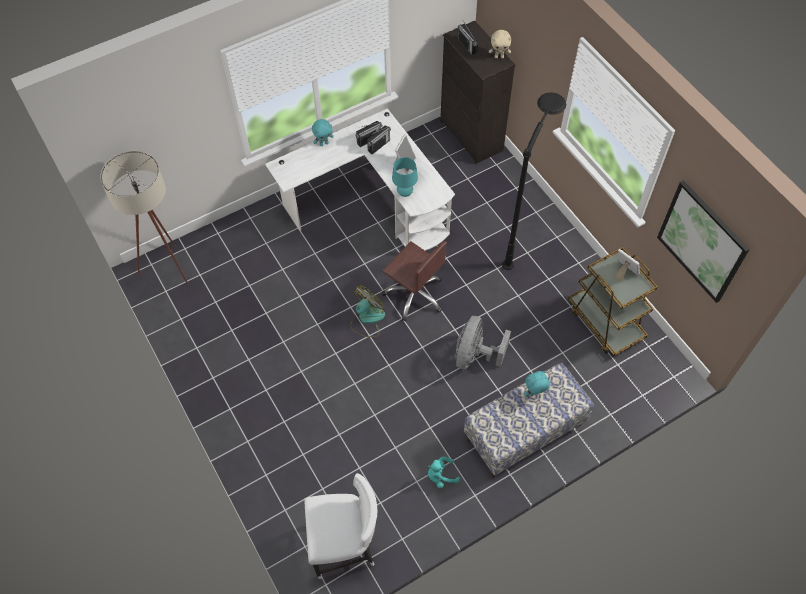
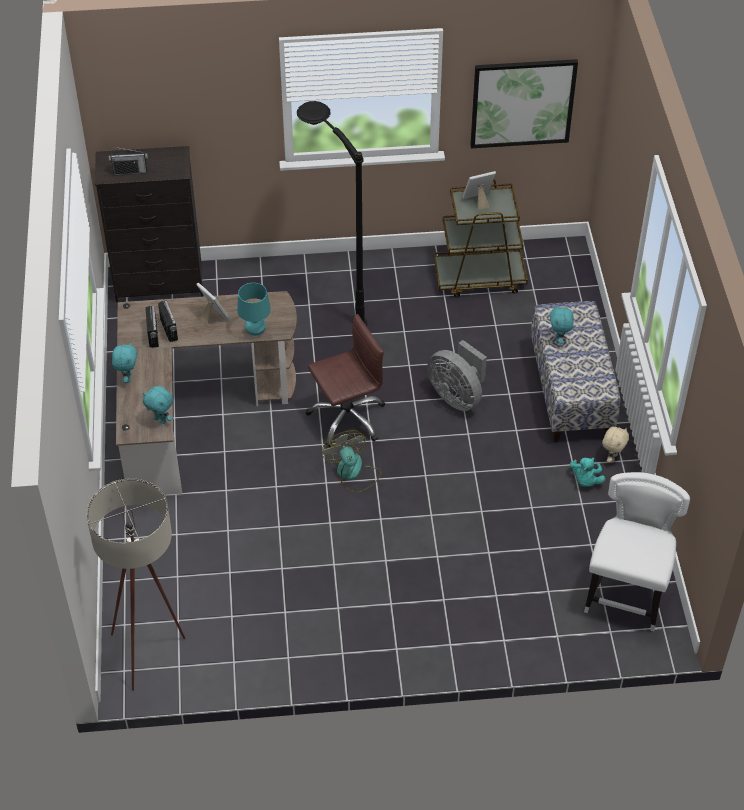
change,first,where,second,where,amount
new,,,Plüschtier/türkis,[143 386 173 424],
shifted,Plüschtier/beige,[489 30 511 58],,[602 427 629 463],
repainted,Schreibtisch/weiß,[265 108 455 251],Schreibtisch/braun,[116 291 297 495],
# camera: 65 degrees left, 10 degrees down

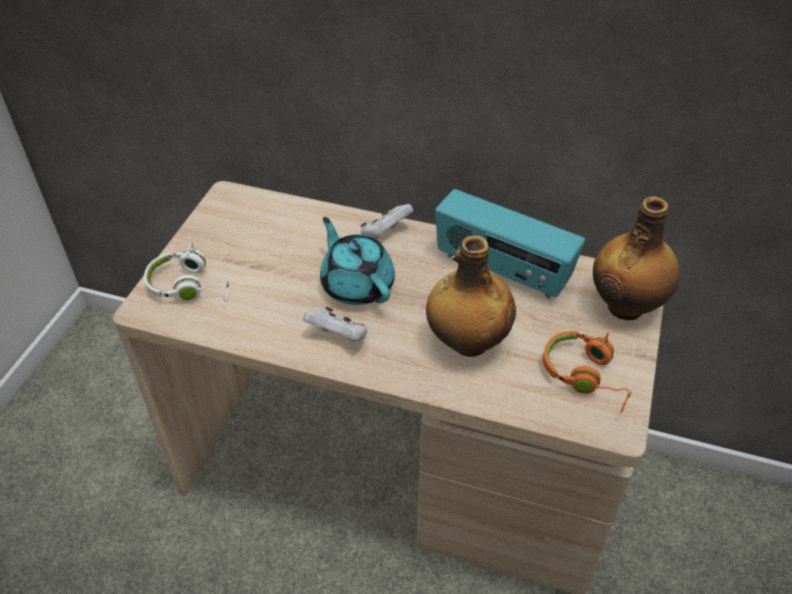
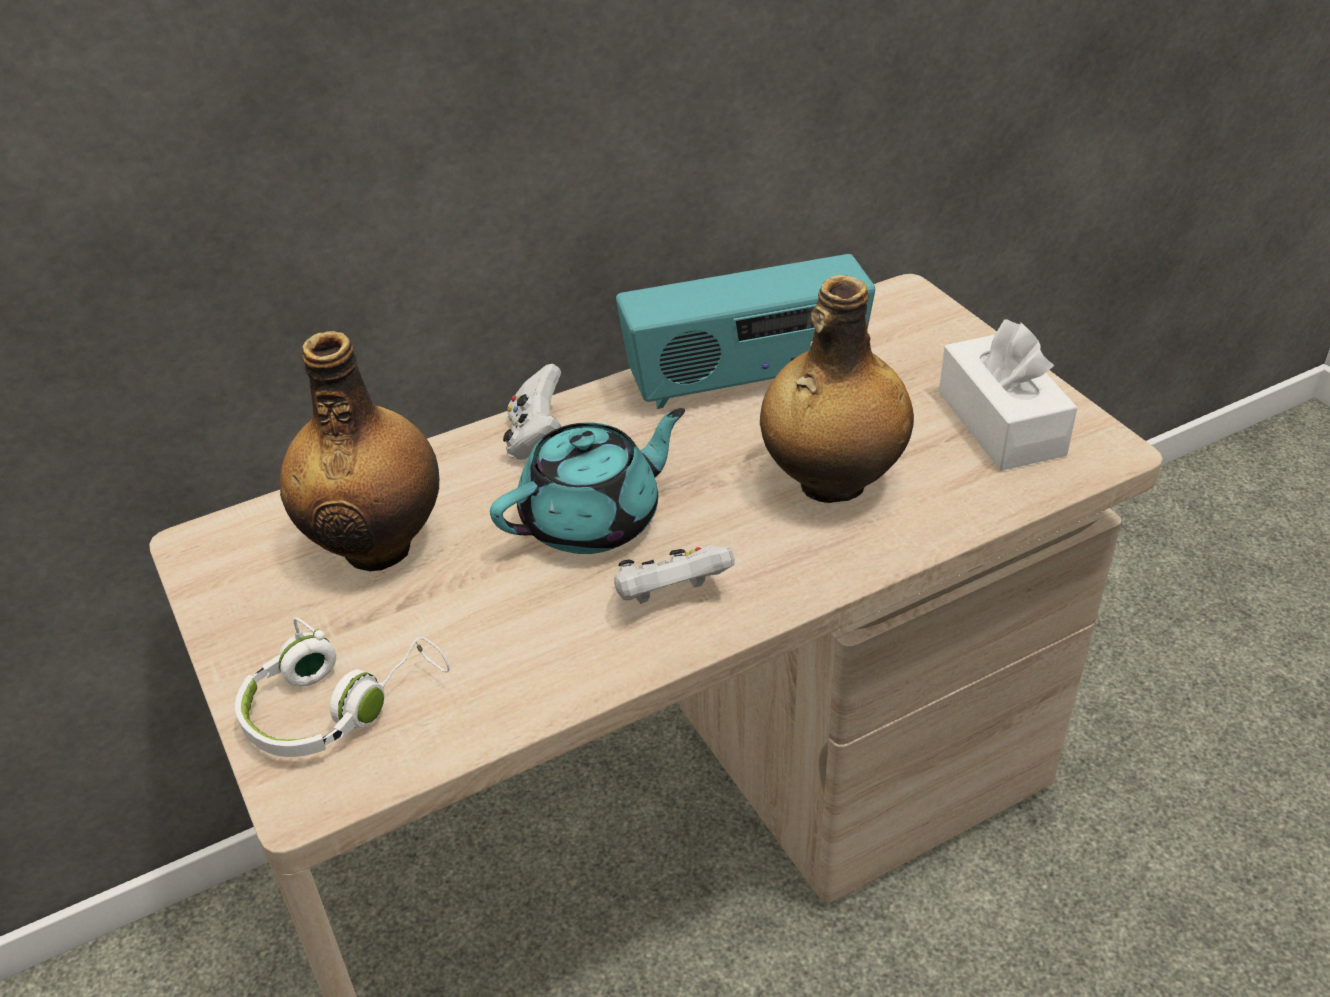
change,first,where,second,where,amount
shifted,Flasche,[593 196 680 320],,[280 331 439 571],
swapped,Kopfhörer/orange,[543 331 632 413],Taschentuchbox/weiß,[939 319 1078 471],
rotated,Teekanne/türkis,[320 217 395 305],,[490 408 685 554],135 degrees clockwise
# camera: 45 degrees left, 5 degrees down

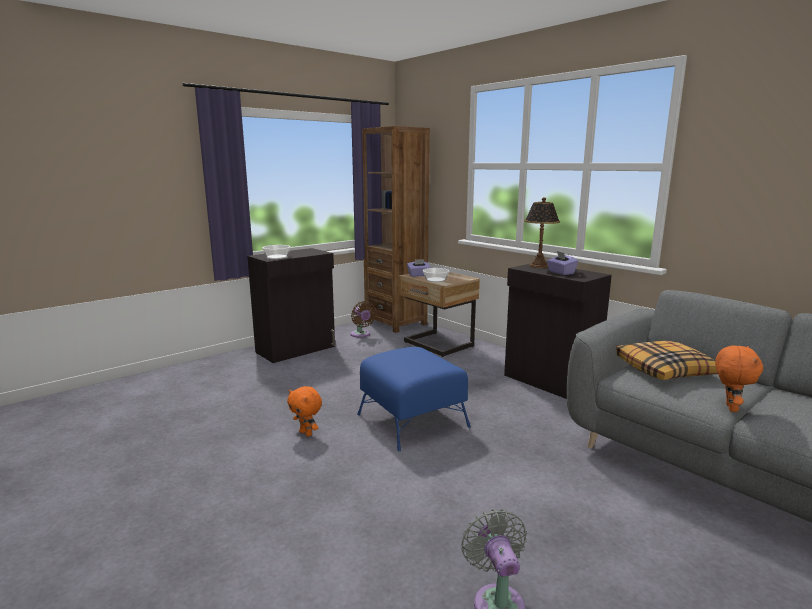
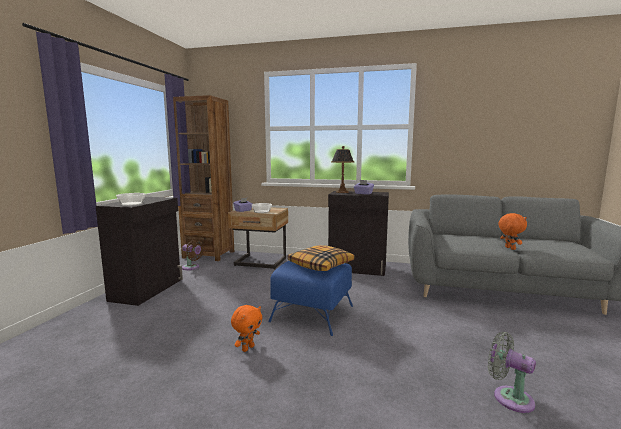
change,first,where,second,where,amount
shifted,Kissen,[616 341 718 380],,[287 245 355 271],
rotated,Plüschtier/orange,[287 386 322 436],,[231 305 262 352],60 degrees counterclockwise
# camera: 35 degrees left, 5 degrees down

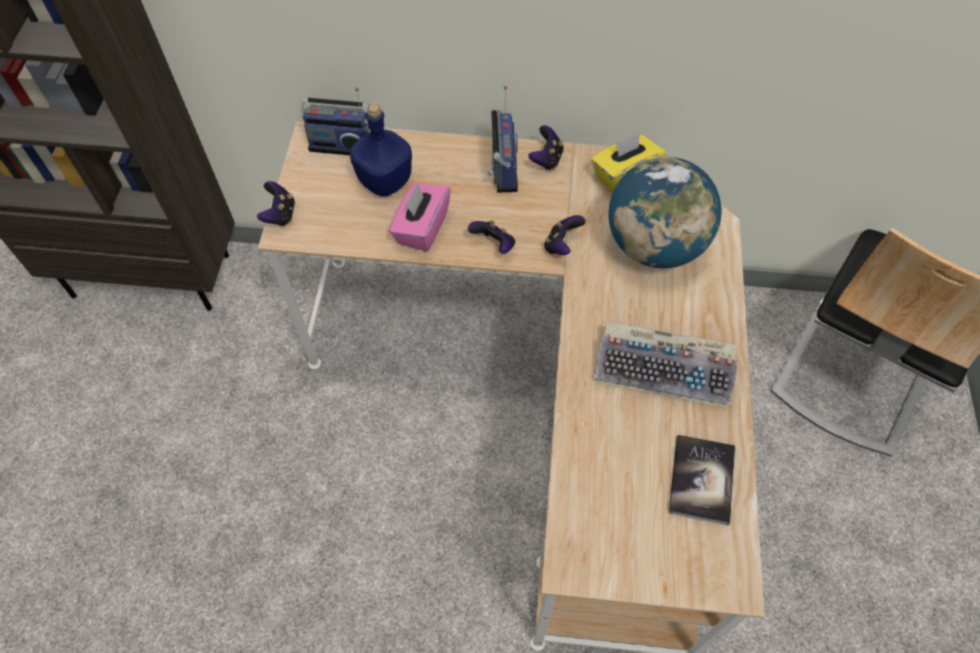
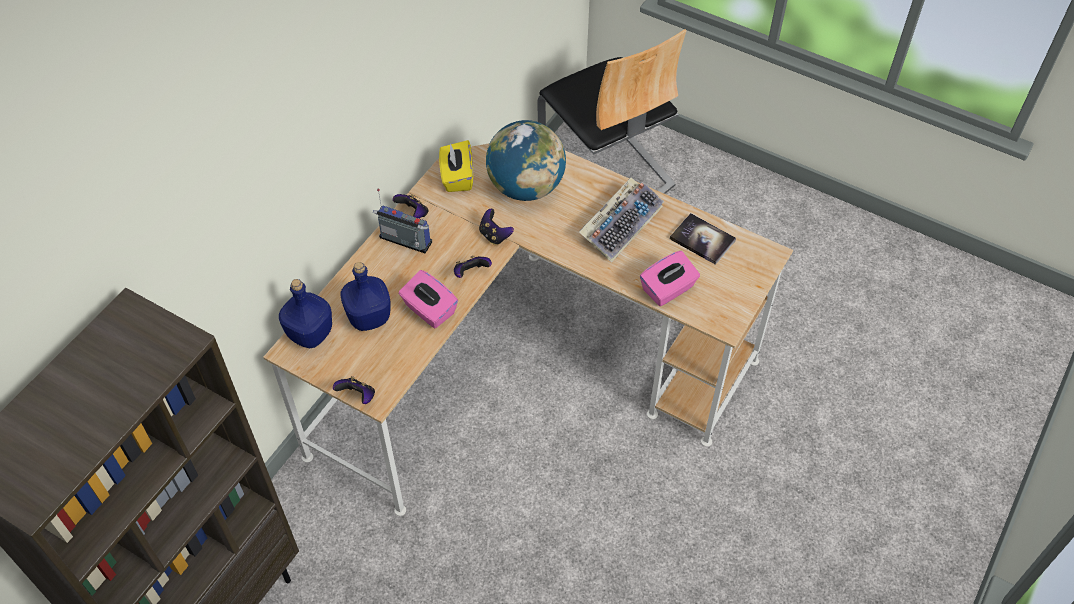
change,first,where,second,where,amount
new,,,Taschentuchbox/rosa,[640 251 700 306],
swapped,Radio,[301 88 369 155],Flasche/blau,[279 279 332 348],
# camera: 65 degrees left, 5 degrees down

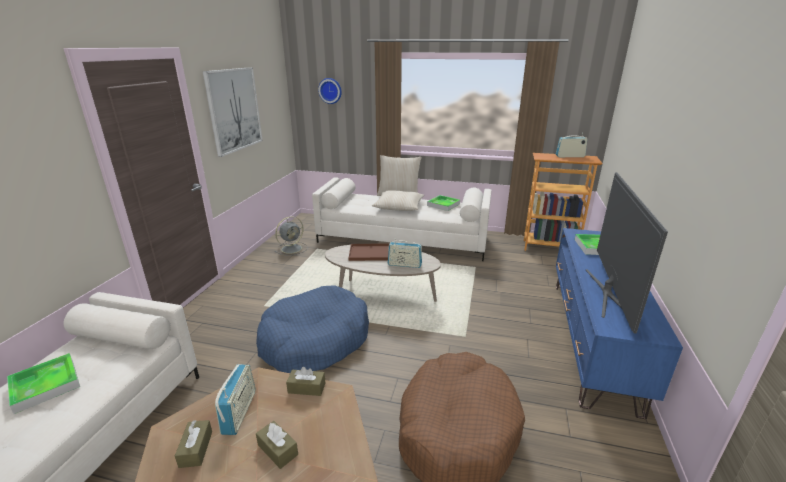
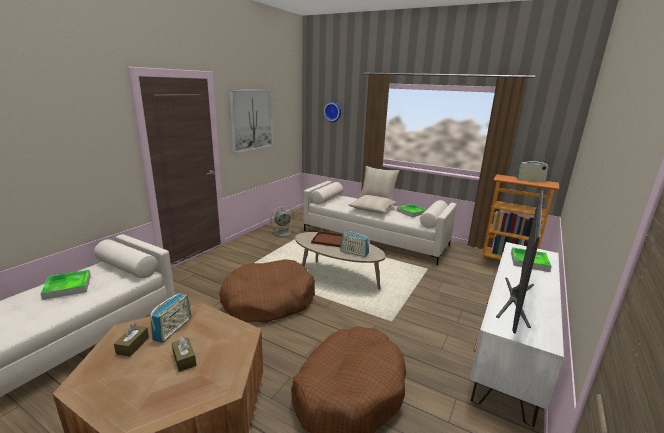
change,first,where,second,where,amount
gone,Taschentuchbox/braun,[286 367 325 396],,,
repainted,Hundebett/blau,[256 285 369 373],Hundebett/braun,[220 259 315 323],
repainted,Fernsehschrank/blau,[556 228 683 419],Fernsehschrank/weiß,[470 242 564 427],
# camera: 15 degrees right, 5 degrees down

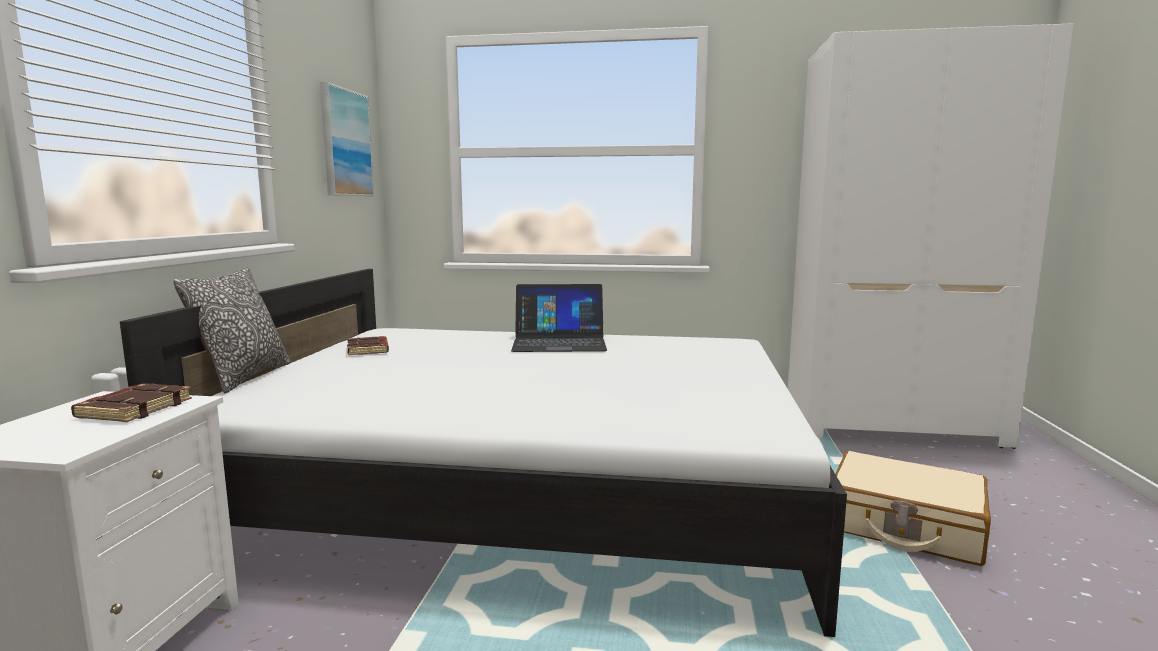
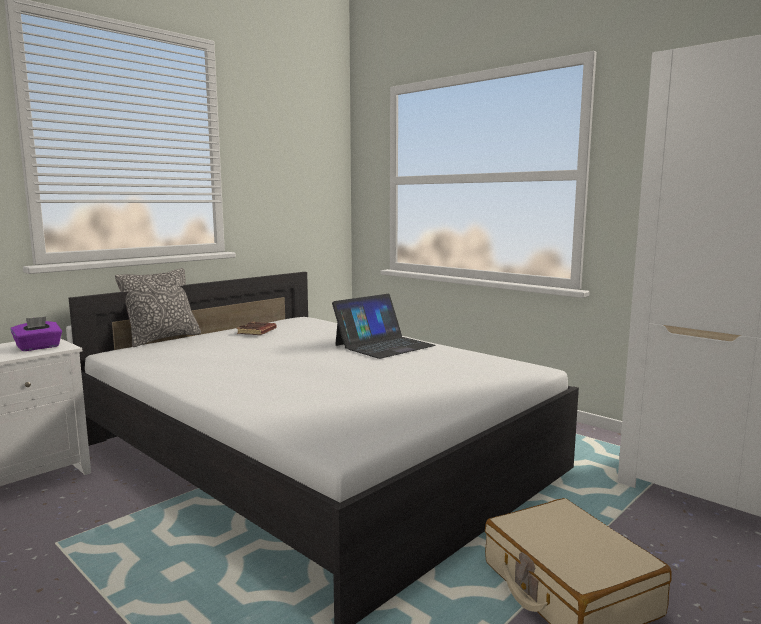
change,first,where,second,where,amount
gone,Bild,[320 82 374 196],,,
swapped,Buch/braun,[71 383 192 422],Taschentuchbox/lila,[11 316 62 351],
rotated,Laptop,[511 284 607 352],,[332 294 436 359],75 degrees counterclockwise
# camera: 35 degrees right, 0 degrees up

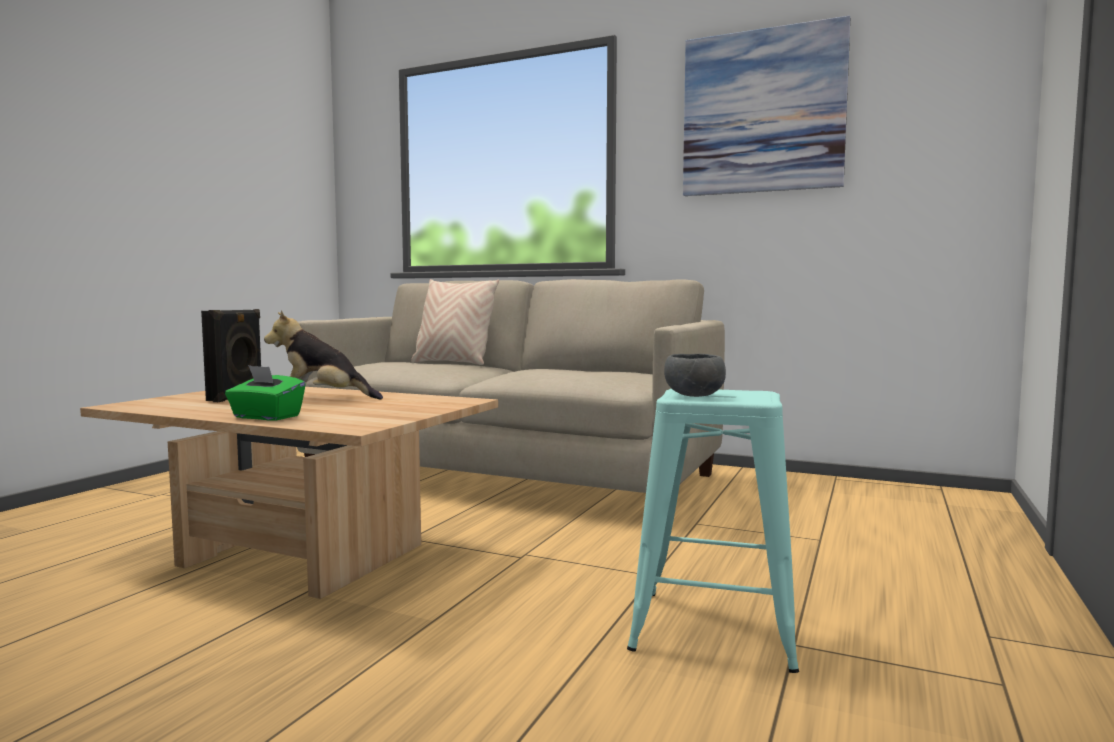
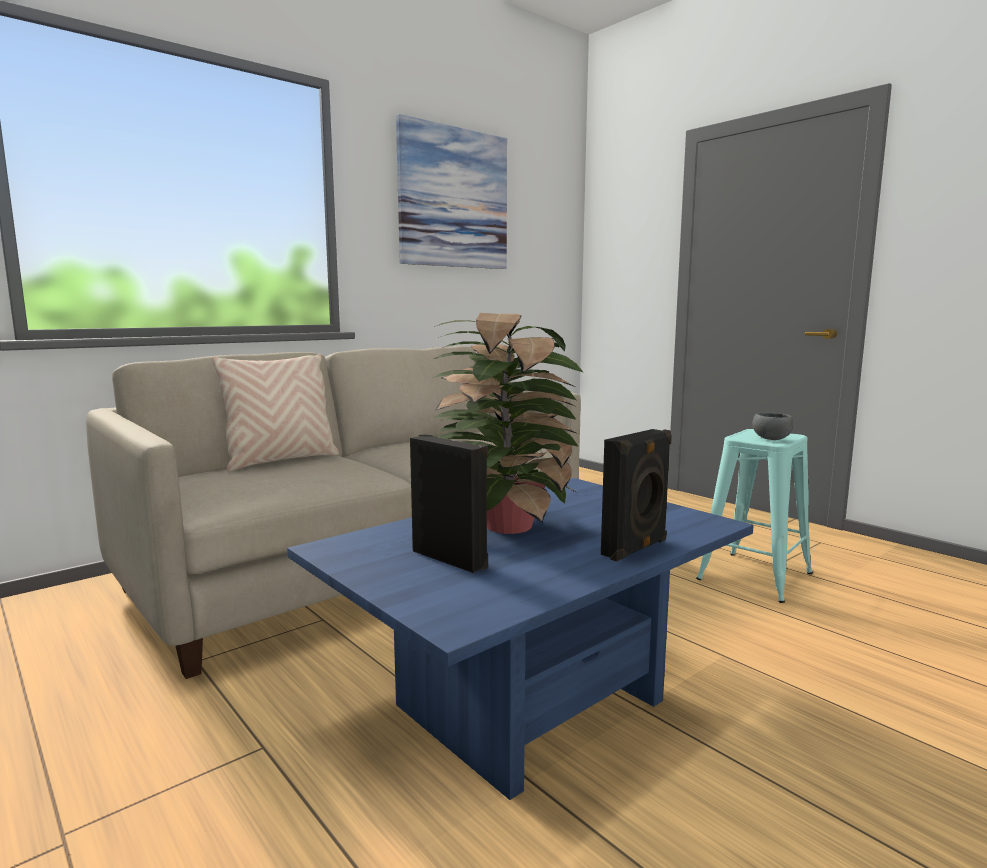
change,first,where,second,where,amount
swapped,Taschentuchbox/grün,[225 365 306 421],Lautsprecher/schwarz,[601 429 672 562],
swapped,Plüschtier,[264 310 383 400],Topfpflanze,[433 313 584 534],
repainted,Couchtisch/beige,[80 387 498 599],Couchtisch/blau,[287 478 754 800],
# camera: 65 degrees left, 5 degrees up

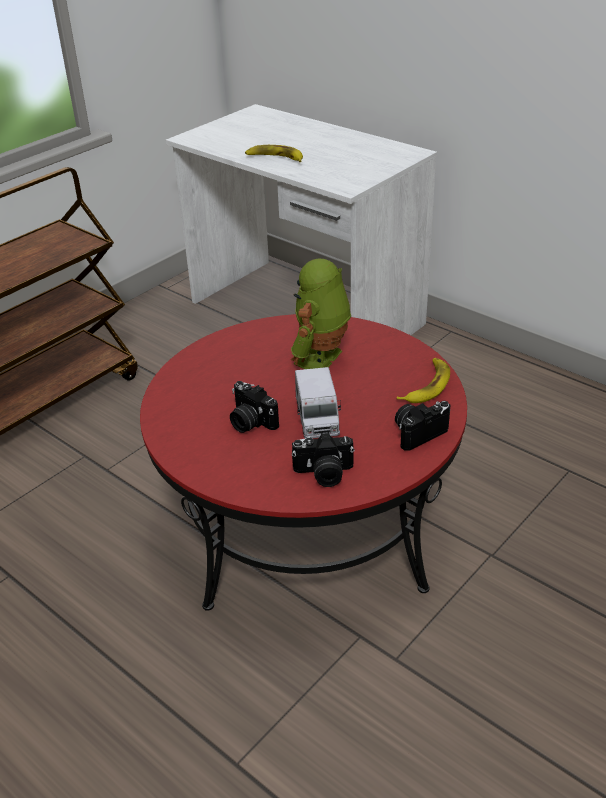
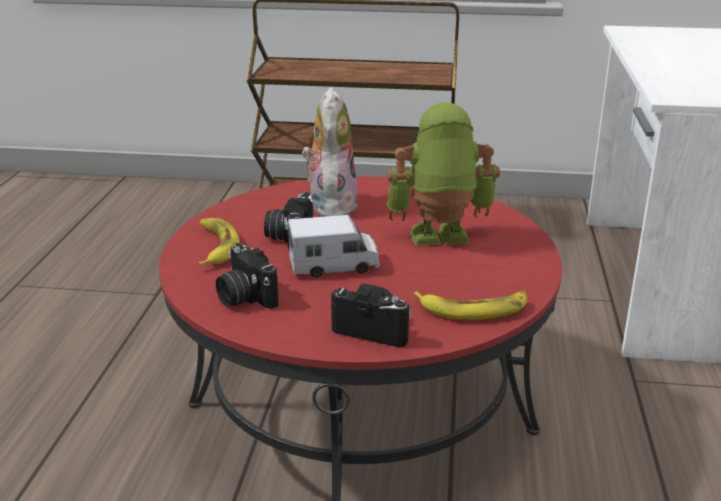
change,first,where,second,where,amount
new,,,Plüschtier,[302 87 358 217],
shifted,Banane,[245 145 303 162],,[198 218 240 266],
rotated,Spielzeuglaster,[295 367 341 438],,[288 215 380 278],150 degrees counterclockwise
# camera: 55 degrees right, 10 degrees down

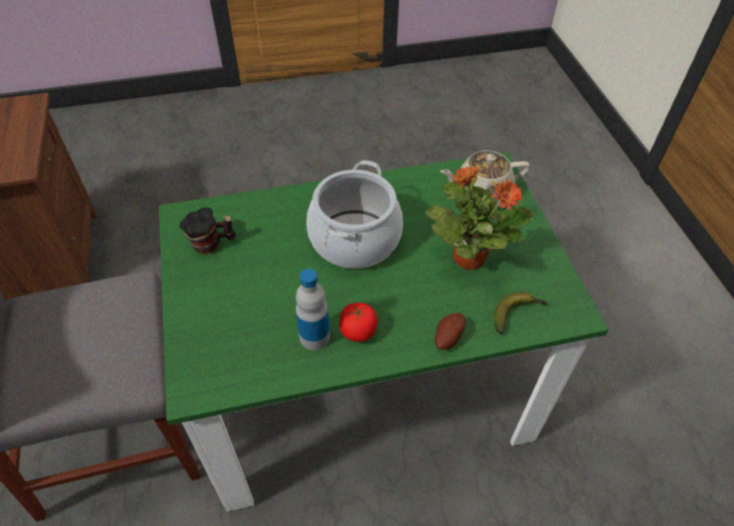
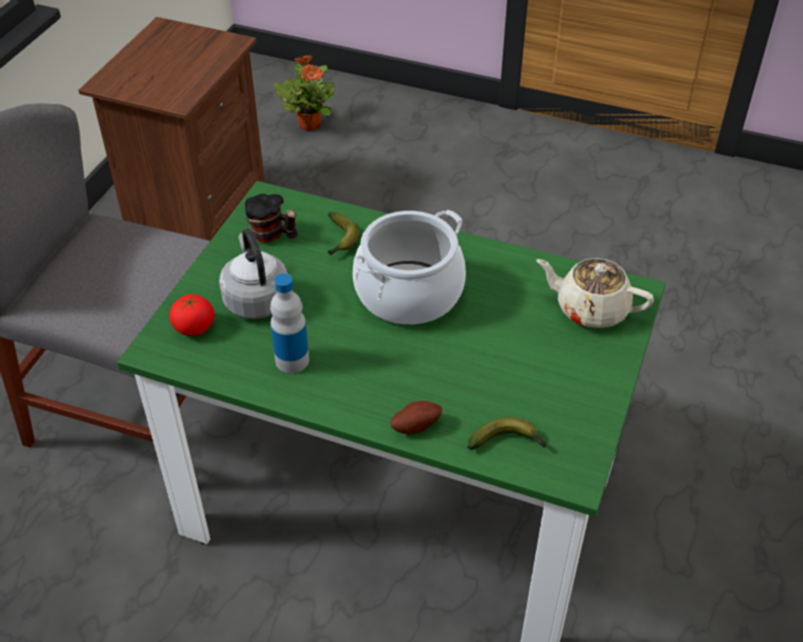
change,first,where,second,where,amount
new,,,Wasserkessel/grau,[219 229 288 319],
new,,,Banane,[328 212 359 255],
shifted,Tomate,[339 303 377 342],,[169 294 215 336],
shifted,Topfpflanze,[425 166 535 270],,[274 55 335 131],
# camera: 35 degrees right, 5 degrees down

